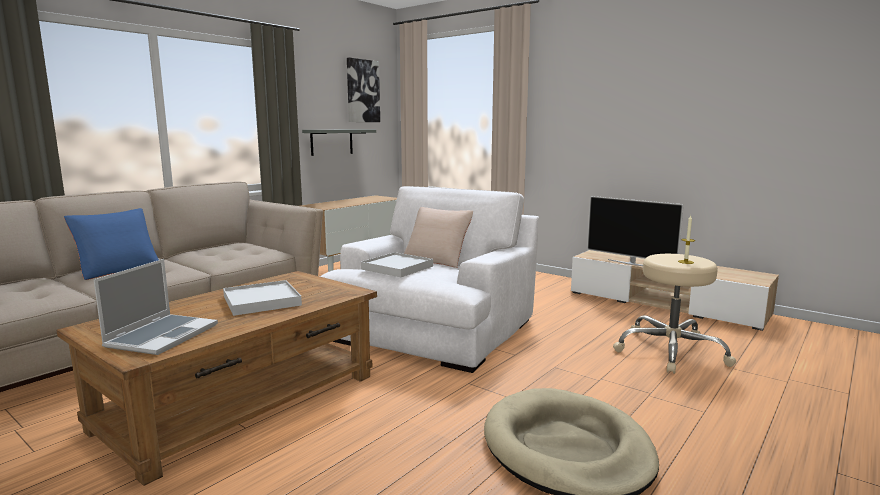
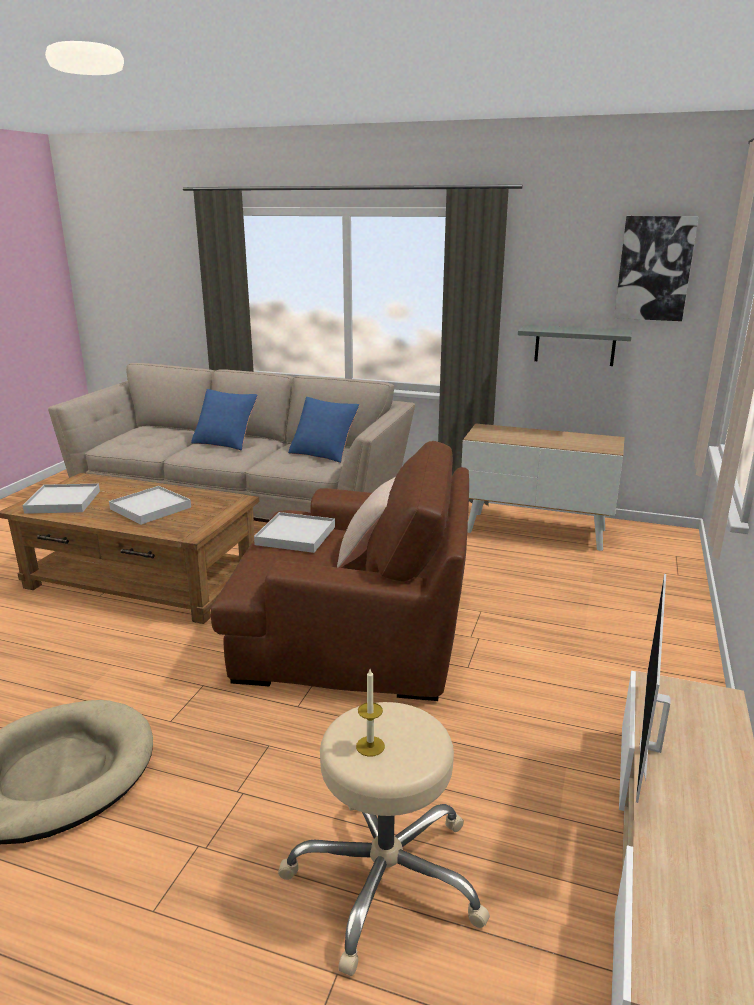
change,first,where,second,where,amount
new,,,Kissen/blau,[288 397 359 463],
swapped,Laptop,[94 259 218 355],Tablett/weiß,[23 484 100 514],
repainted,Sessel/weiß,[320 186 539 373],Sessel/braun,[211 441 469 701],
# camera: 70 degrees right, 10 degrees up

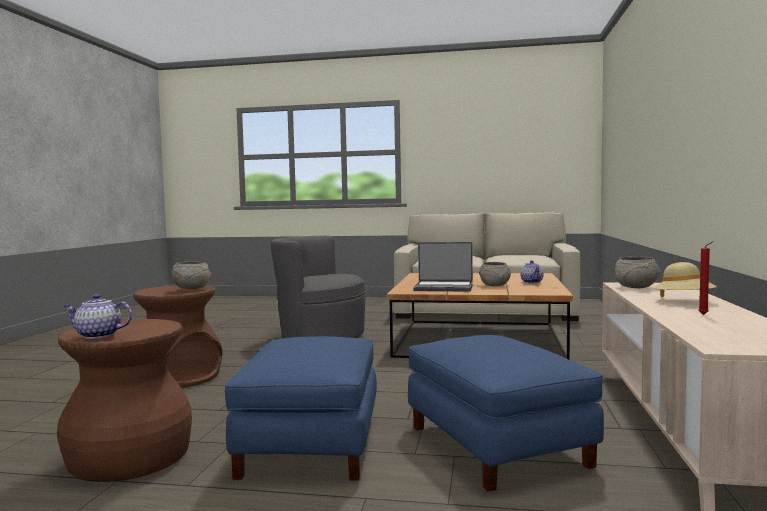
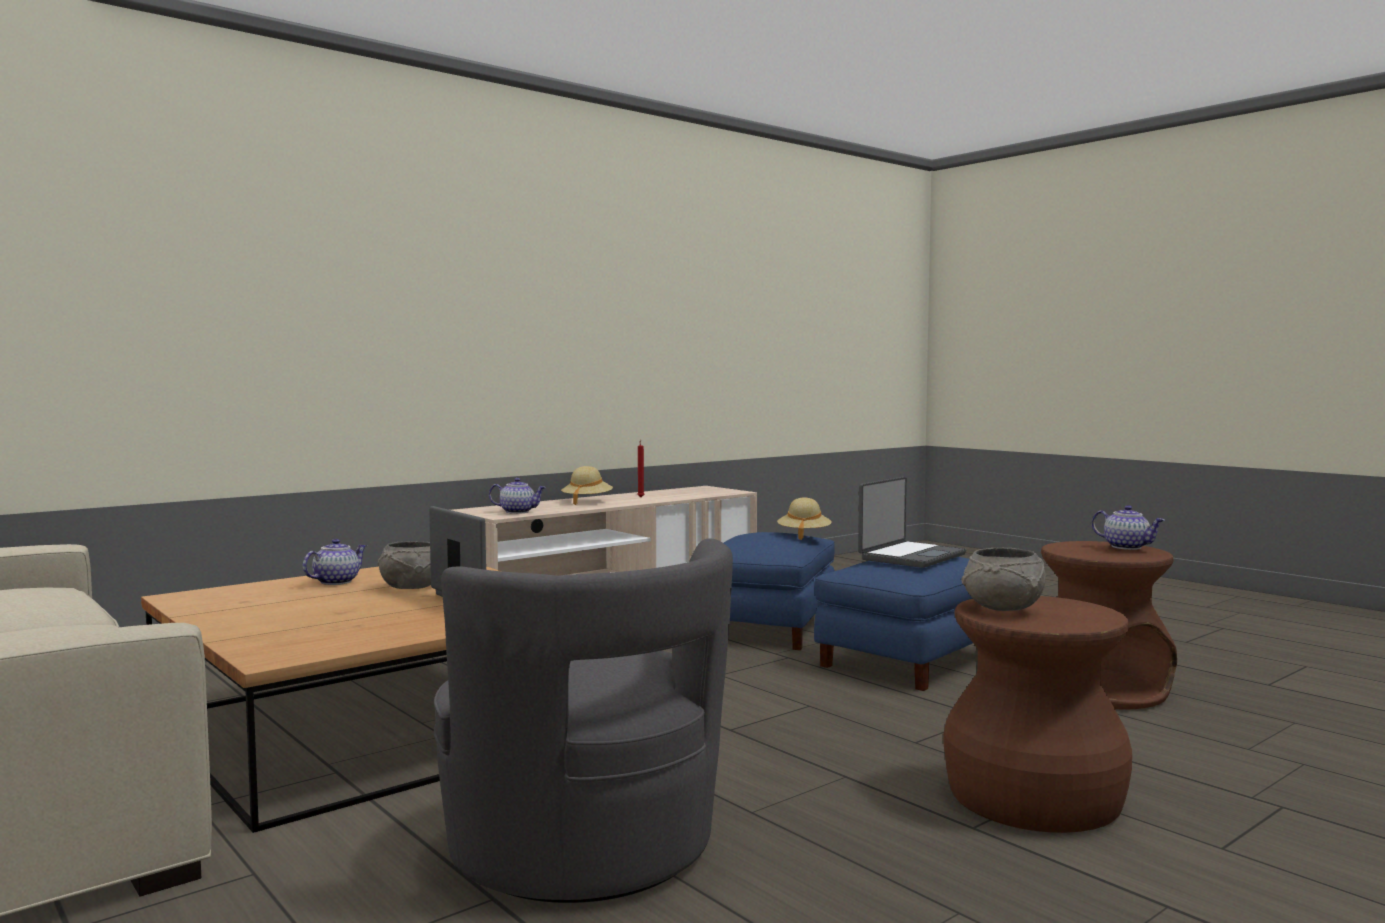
change,first,where,second,where,amount
new,,,Hut/beige,[777 497 832 540],
new,,,Laptop,[858 477 966 568],
swapped,Schüssel/grau,[615 256 661 288],Teekanne,[489 478 546 514],
# camera: 140 degrees left, 0 degrees up

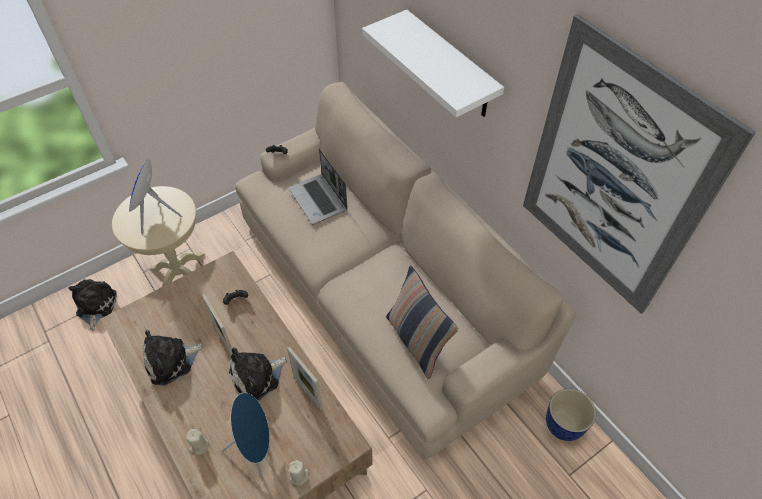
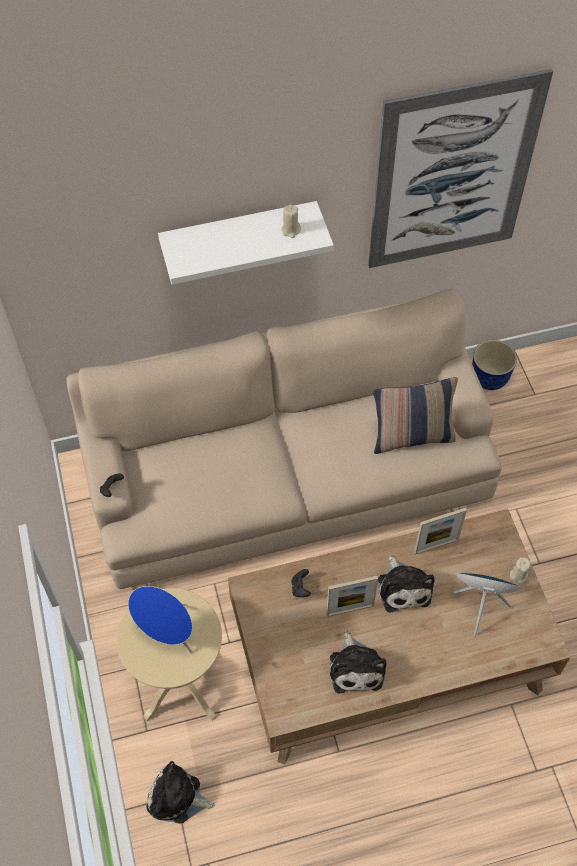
change,first,where,second,where,amount
gone,Laptop,[289 148 348 225],,,
shifted,Kerze/beige,[186 429 209 455],,[281 204 301 238],
# camera: 70 degrees left, 5 degrees up

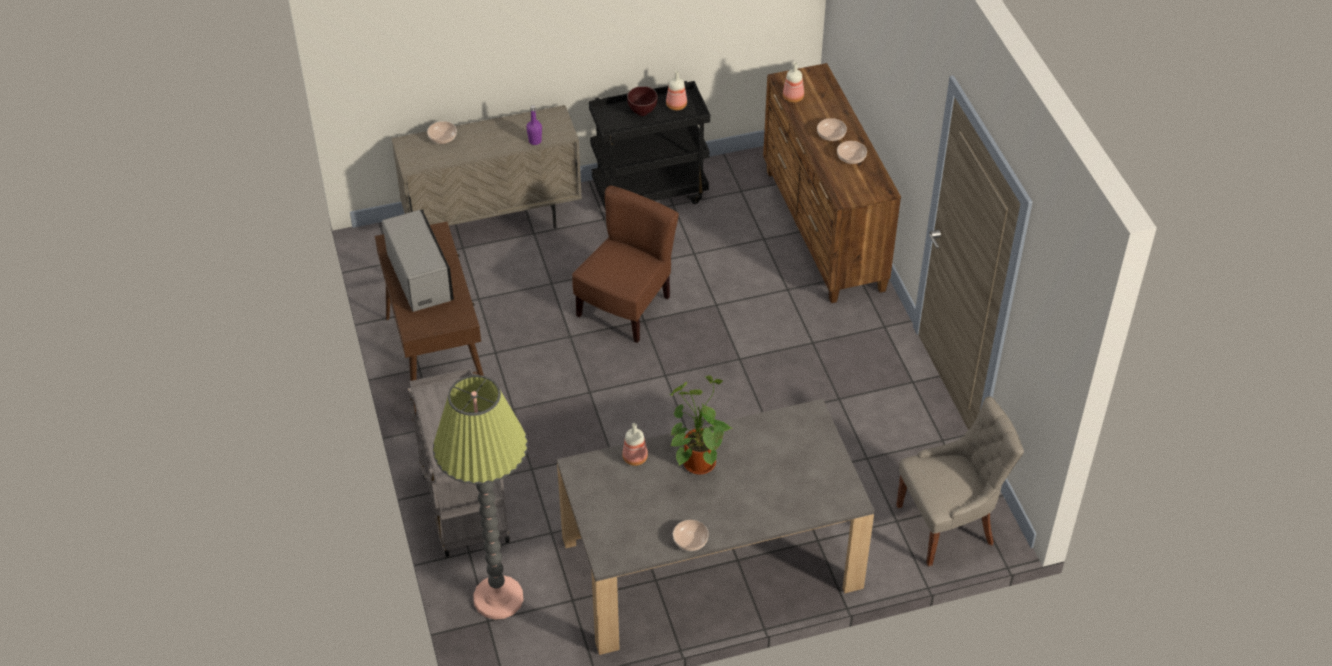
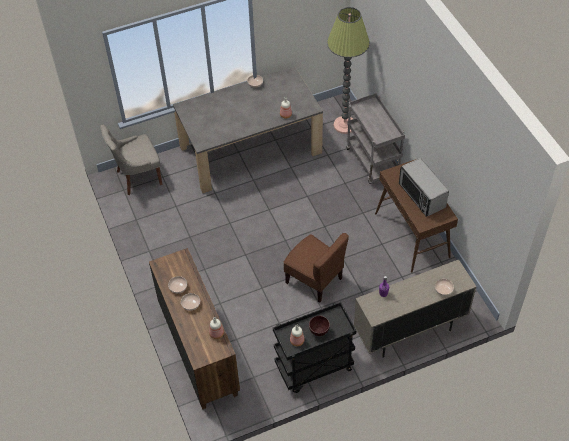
change,first,where,second,where,amount
gone,Topfpflanze,[670 375 733 475],,,
rotated,Stuhl/braun,[572 185 679 343],,[284 233 349 303],75 degrees counterclockwise
# camera: 175 degrees right, 5 degrees up

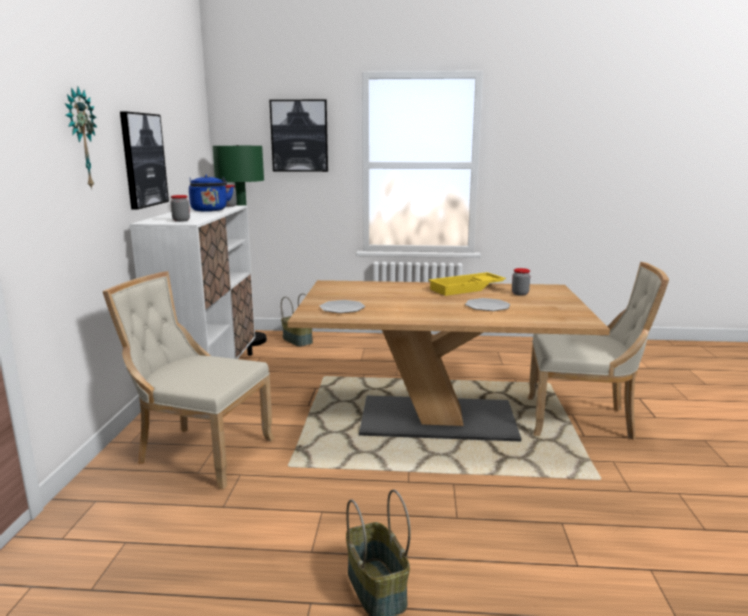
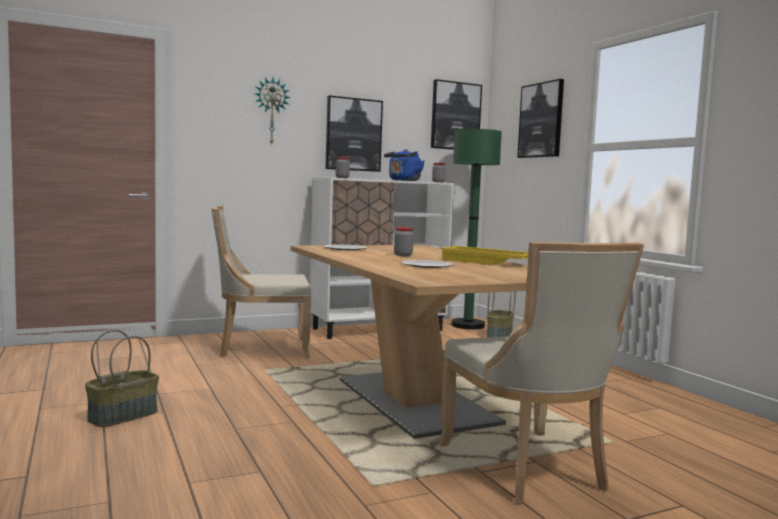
change,first,where,second,where,amount
new,,,Bild,[431 79 482 150],
shifted,Vorratsglas,[512 268 530 296],,[394 227 414 256],
rotated,Stuhl/beige,[102 271 274 490],,[211 206 311 358],90 degrees counterclockwise
# camera: 60 degrees right, 10 degrees down

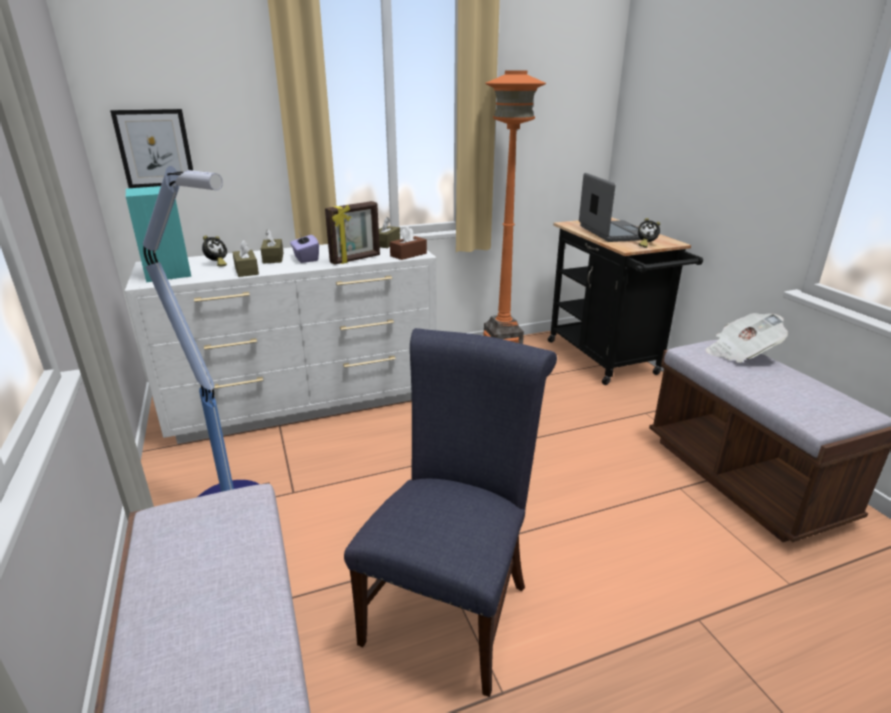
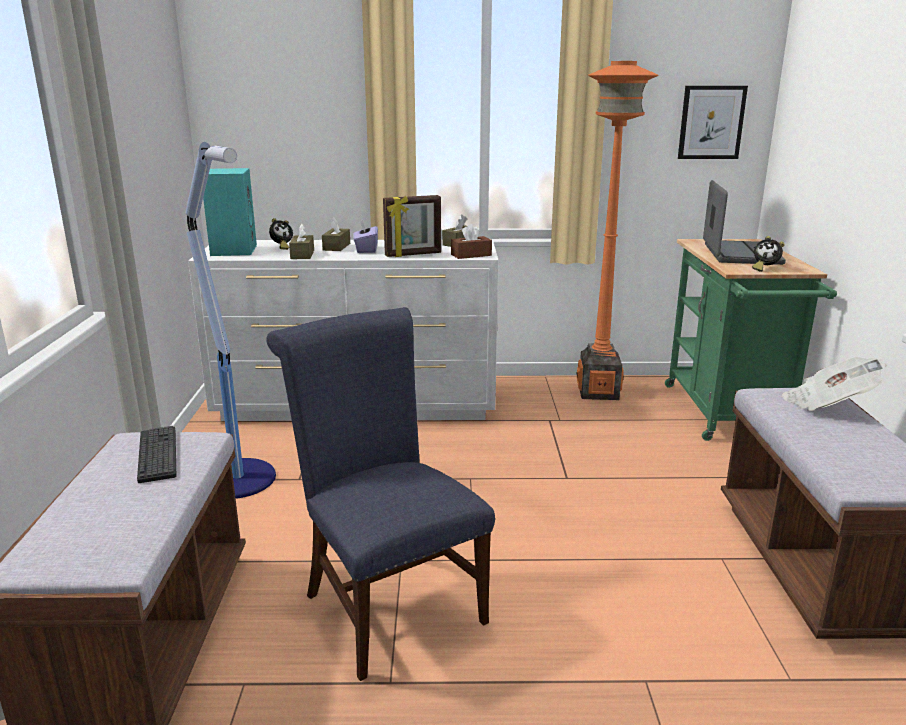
change,first,where,second,where,amount
new,,,Tastatur,[137 426 176 483],
shifted,Bild,[110 109 193 188],,[678 86 748 159],
repainted,Rollwagen/schwarz,[548 217 703 385],Rollwagen/grün,[665 239 837 441],
rotated,Stuhl/blau,[344 328 557 697],,[266 307 495 681],75 degrees counterclockwise
# camera: 20 degrees right, 5 degrees down

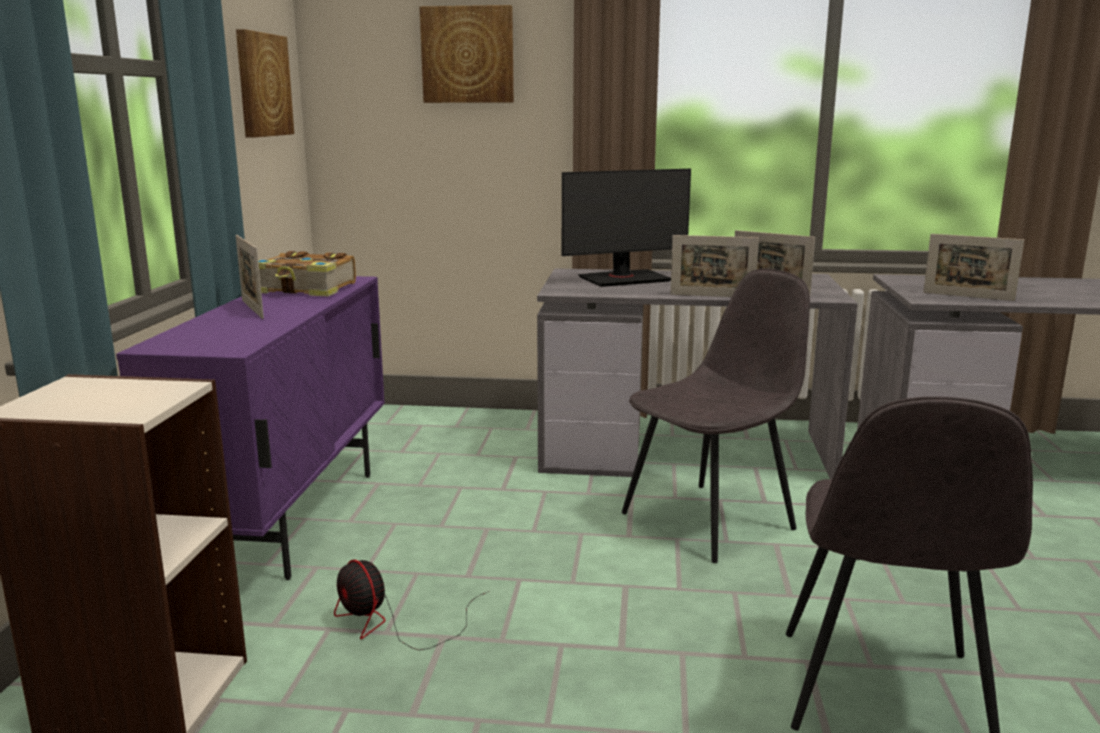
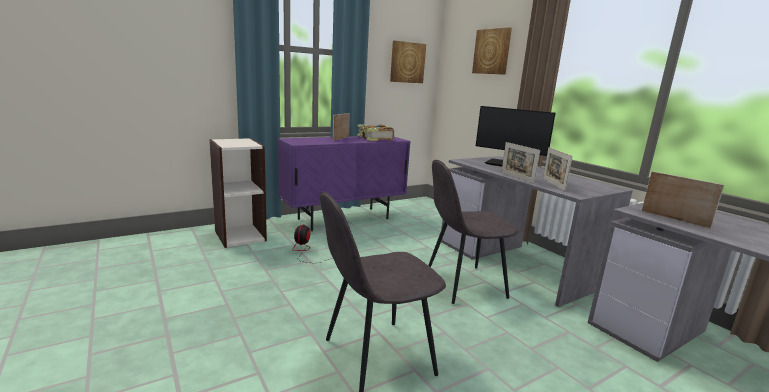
change,first,where,second,where,amount
rotated,Stuhl/grau,[622 268 810 563],,[428 160 518 304],150 degrees clockwise
rotated,Bilderrahmen,[923 234 1024 301],,[641 171 724 229],150 degrees clockwise
# camera: 50 degrees right, 0 degrees up

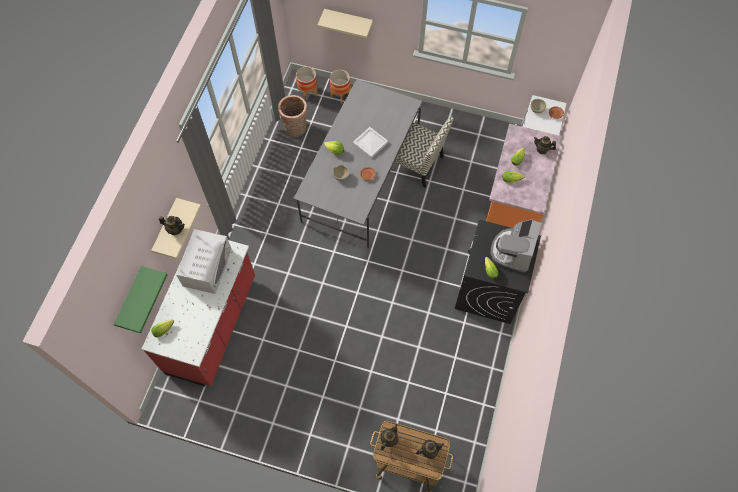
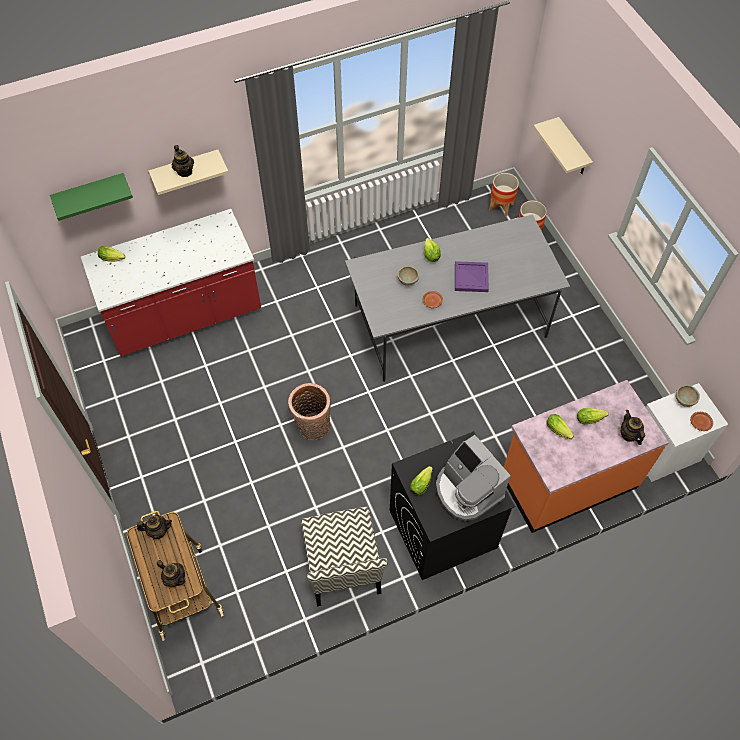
change,first,where,second,where,amount
gone,Mikrowelle/weiß,[176 229 231 294],,,
shifted,Korb,[278 95 307 137],,[288 383 331 440],
shifted,Stuhl,[395 116 454 188],,[301 507 388 606],
repainted,Tablett/weiß,[353 127 388 158],Tablett/lila,[455 261 489 292],
rotated,Kaffeemaschine,[491 219 542 272],,[436 435 511 521],105 degrees counterclockwise
# camera: 50 degrees right, 5 degrees down

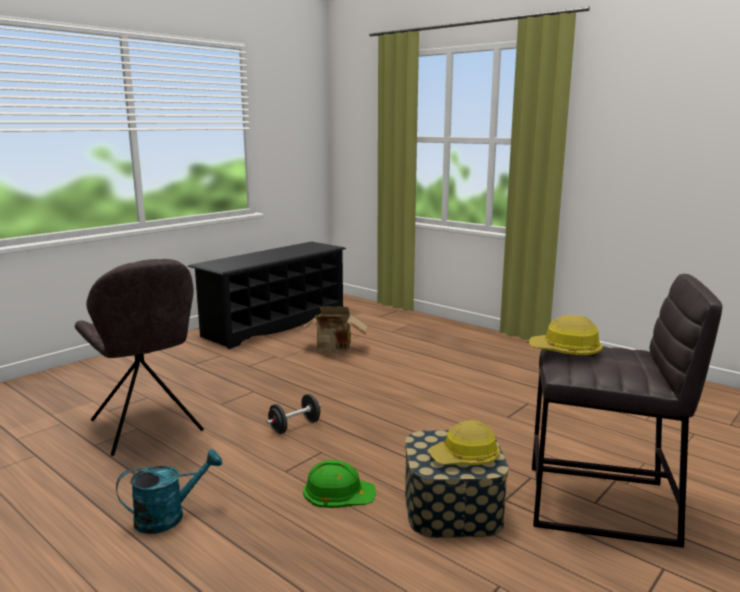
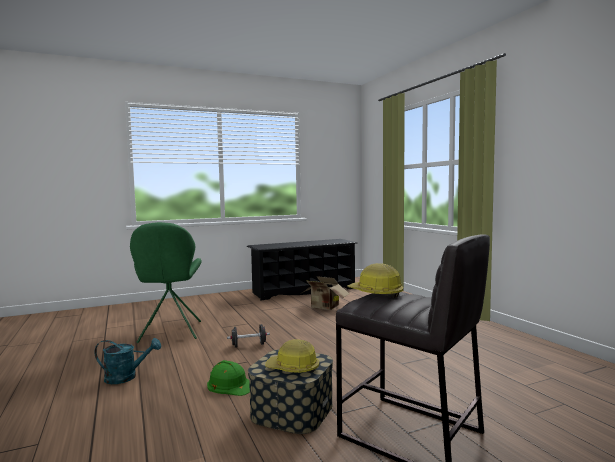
change,first,where,second,where,amount
repainted,Stuhl/grau,[75 259 204 456],Stuhl/grün,[130 222 202 343],
# camera: 25 degrees right, 10 degrees down

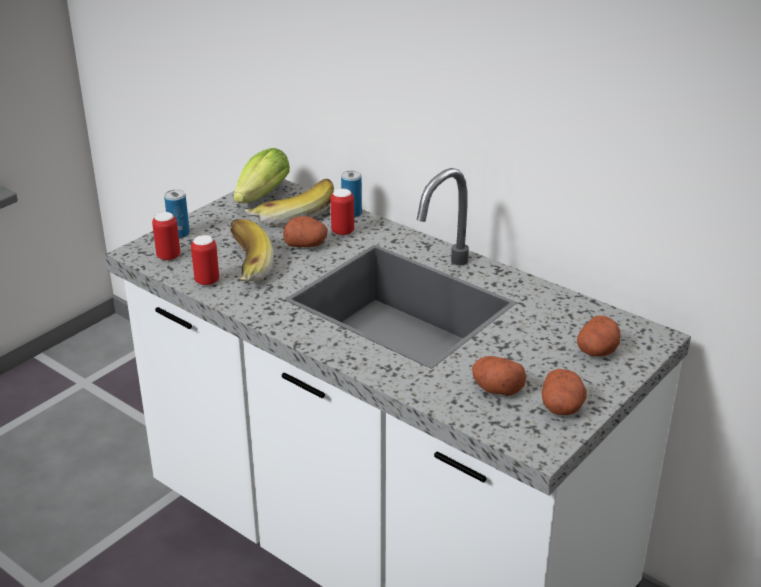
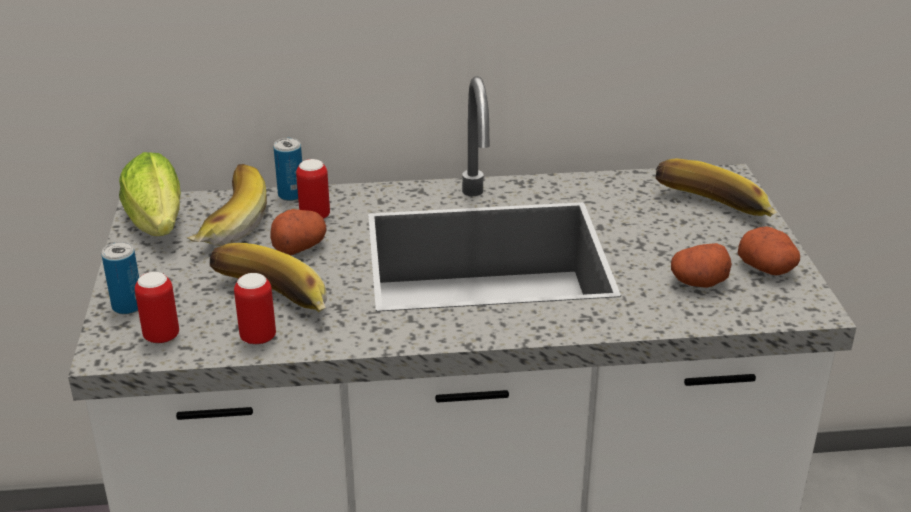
change,first,where,second,where,amount
swapped,Kartoffel,[577 316 620 357],Banane,[655 159 777 217],
# camera: 45 degrees left, 0 degrees up

